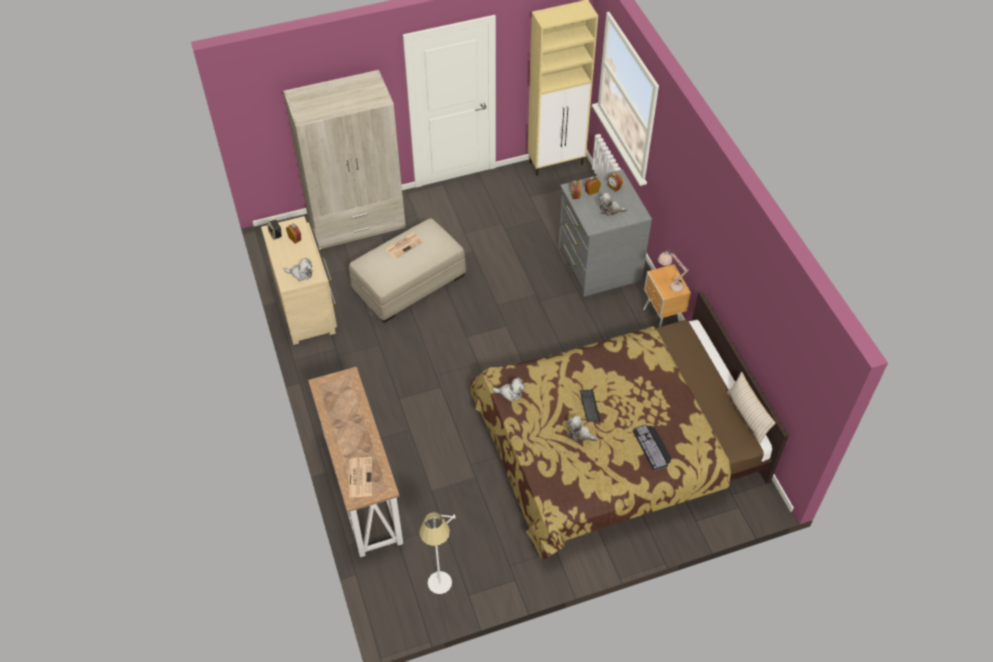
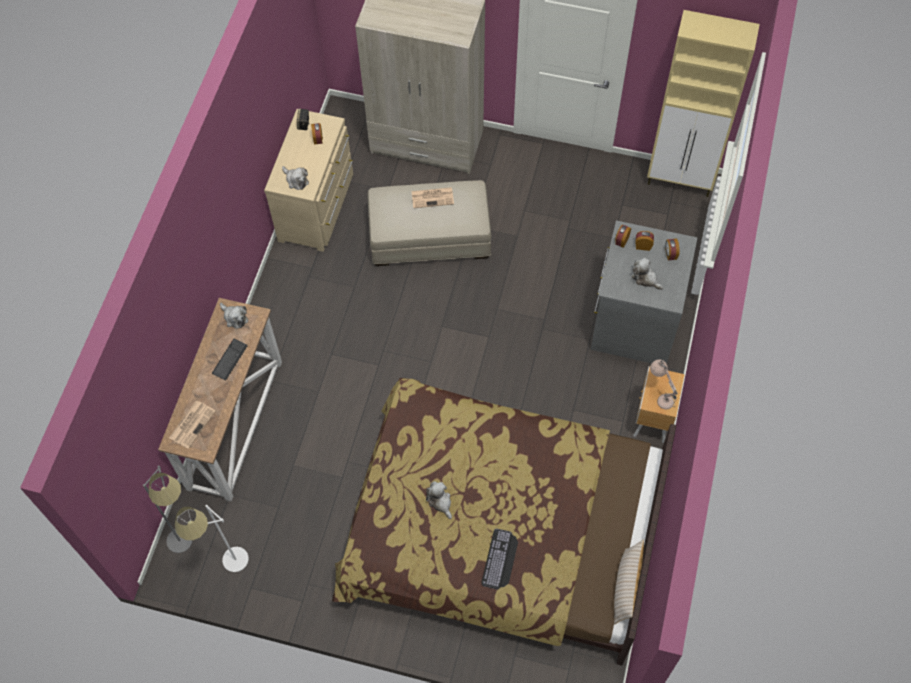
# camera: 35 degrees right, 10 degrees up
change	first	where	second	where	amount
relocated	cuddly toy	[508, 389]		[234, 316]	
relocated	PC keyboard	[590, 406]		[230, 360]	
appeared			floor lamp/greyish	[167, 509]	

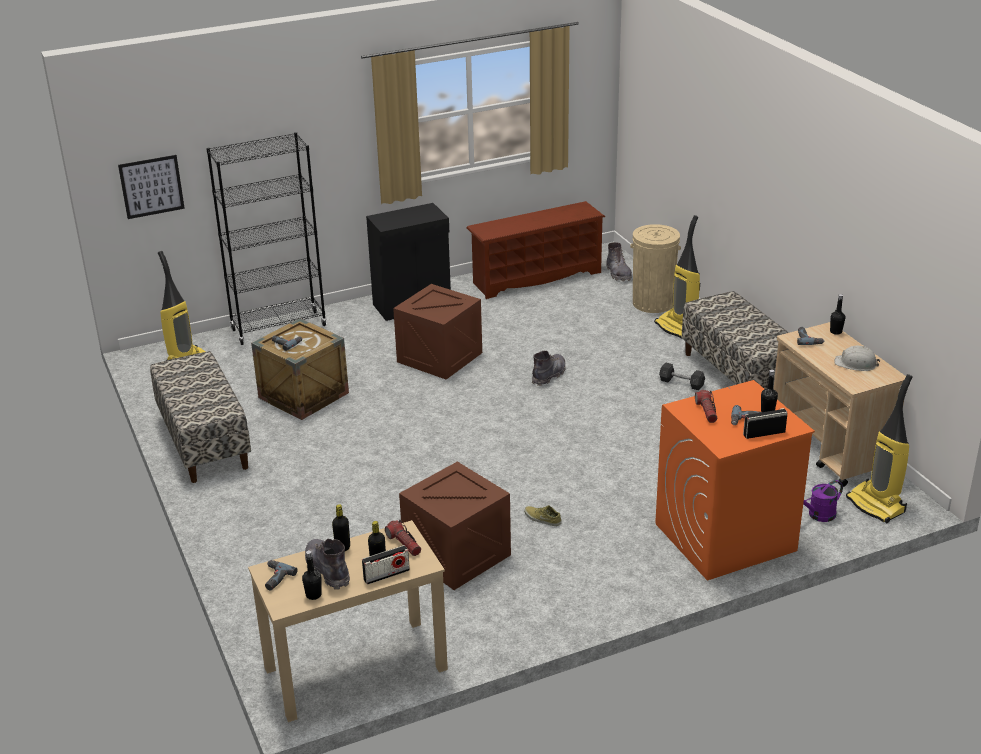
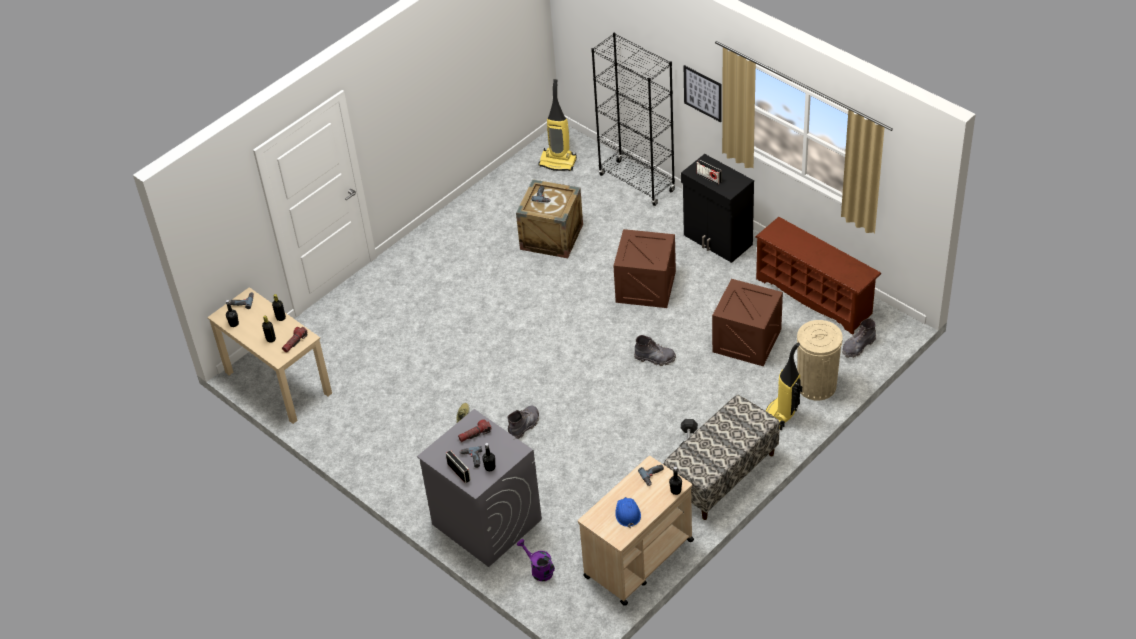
# camera: 70 degrees right, 15 degrees up
change	first	where	second	where	amount
relocated	wall art	[151, 187]		[703, 93]	
colour	work helmet/whitish	[857, 358]	work helmet/bluish	[628, 512]	
missing	bench	[200, 417]			
missing	hoover	[879, 448]			
colour	laundry machine/orange-coloured	[735, 480]	laundry machine/greyish	[479, 488]	
relocated	packing crate	[455, 525]		[747, 322]	
relocated	boot/greyish	[327, 564]		[523, 422]	
relocated	radio receiver	[386, 565]		[709, 172]	

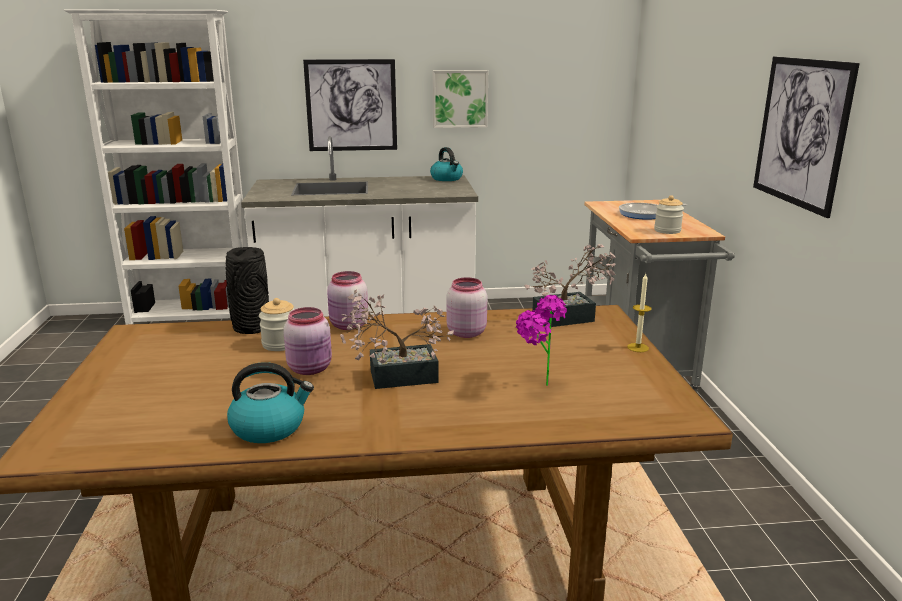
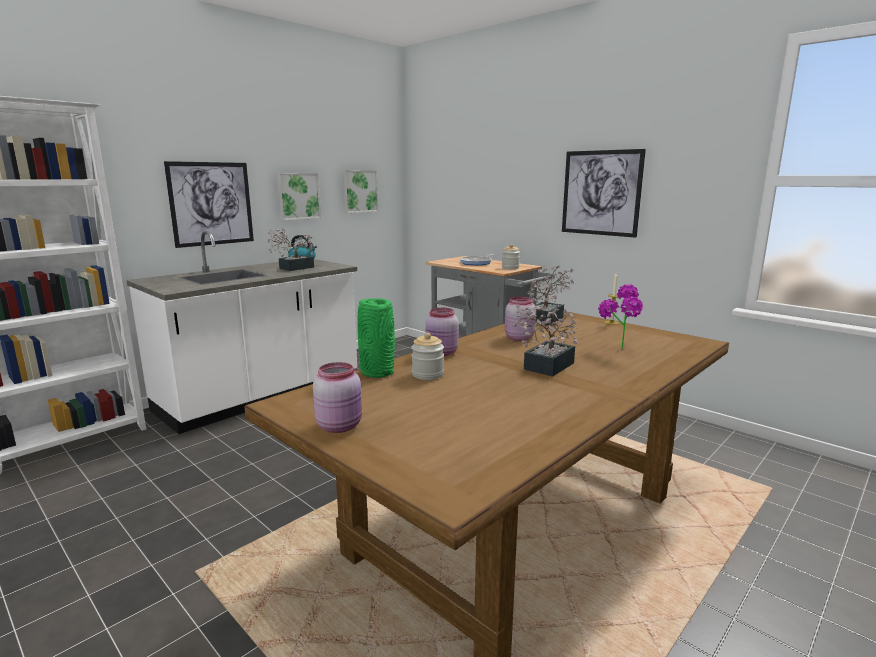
# camera: 40 degrees left, 5 degrees down
change	first	where	second	where	amount
colour	decorative vase/blackish	[247, 290]	decorative vase/greenish	[376, 338]	
relocated	jar/pinkish	[307, 341]		[337, 397]	
missing	kettle	[270, 402]			
appeared			wall art	[360, 191]	
appeared			potted plant	[292, 249]	

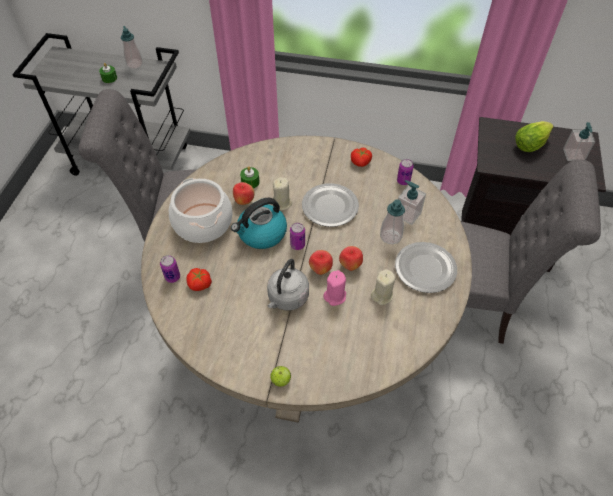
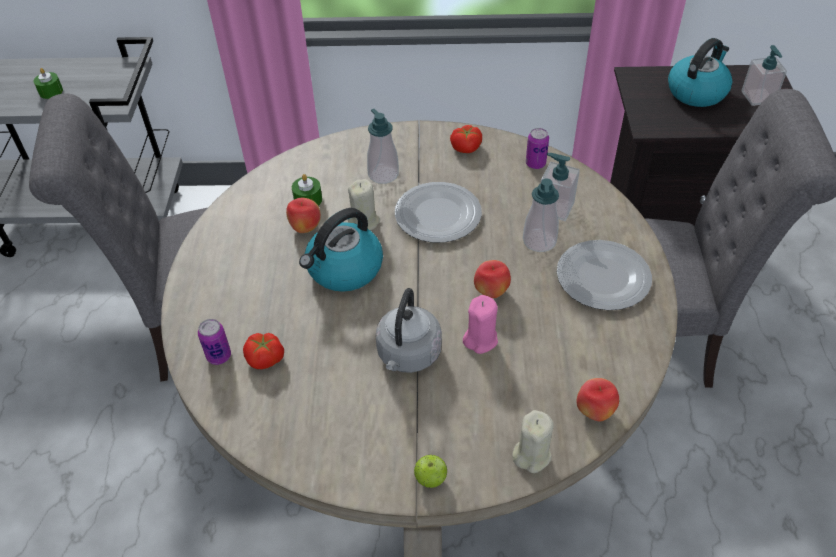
# camera: 10 degrees left, 5 degrees down
change	first	where	second	where	amount
relocated	soap bottle	[132, 47]		[383, 146]	
exchanged	head of lettuce	[534, 136]	kettle	[700, 72]	
missing	stockpot	[201, 210]			
missing	metal can	[297, 236]			
relocated	apple	[321, 262]		[597, 399]	
relocated	candle/beige-coloured	[383, 287]		[533, 441]	

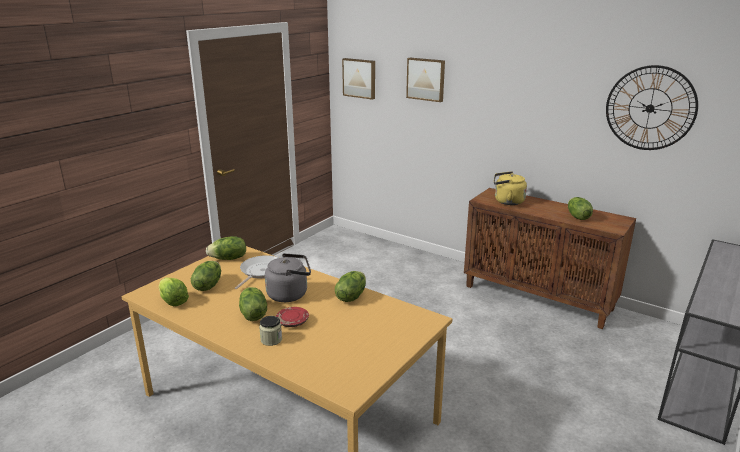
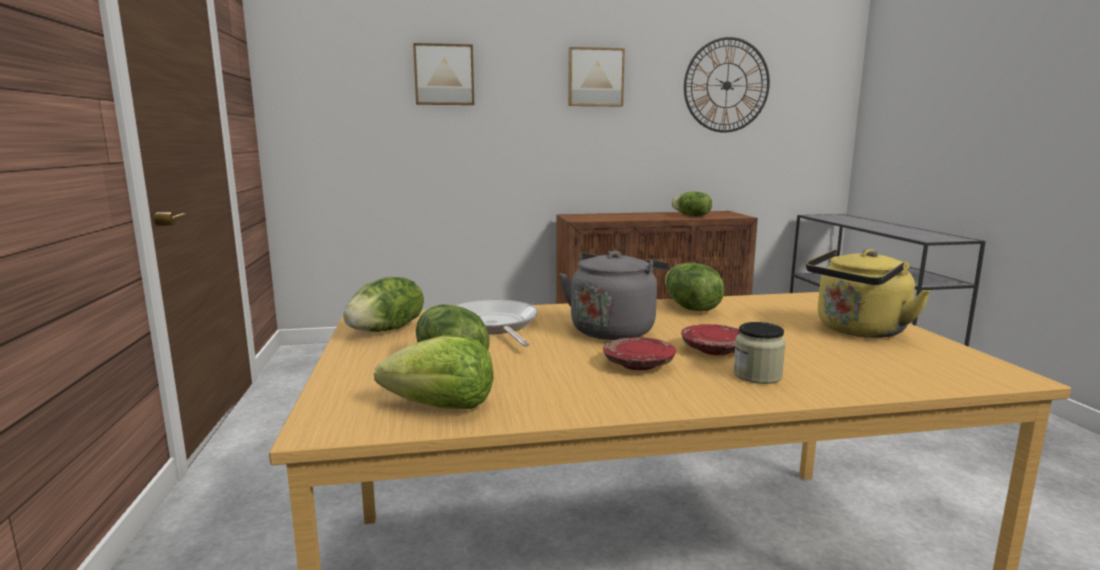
# camera: 45 degrees left, 10 degrees down
change	first	where	second	where	amount
relocated	wall art	[358, 79]		[596, 76]	
relocated	kettle/yellow	[510, 188]		[868, 293]	
exchanged	head of lettuce	[253, 304]	plate/red	[639, 353]	

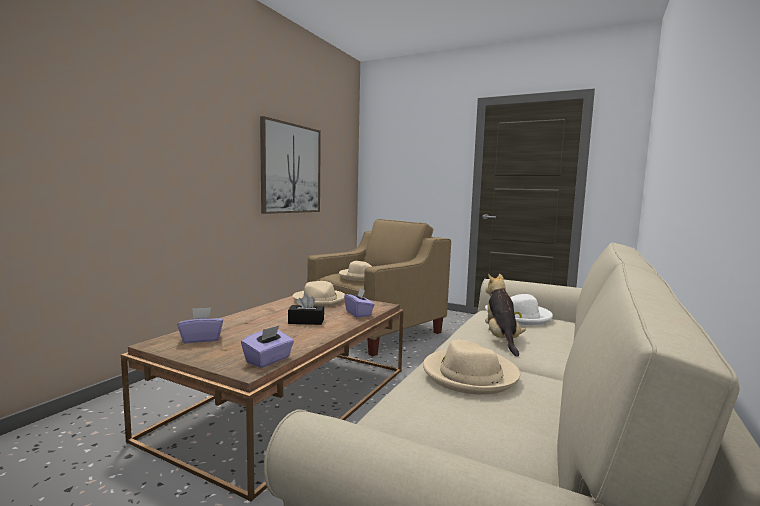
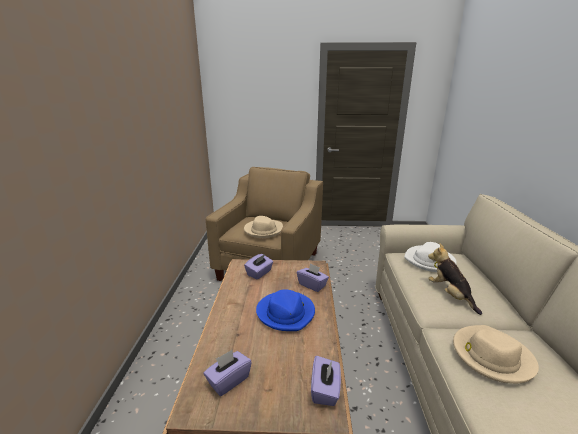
# camera: 25 degrees left, 15 degrees up
change	first	where	second	where	amount
missing	wall art	[290, 165]			
exchanged	clothing hat/beige-coloured	[319, 294]	box of tissues/purple	[258, 266]	
exchanged	box of tissues/blackish	[306, 309]	clothing hat/bluish	[285, 310]	

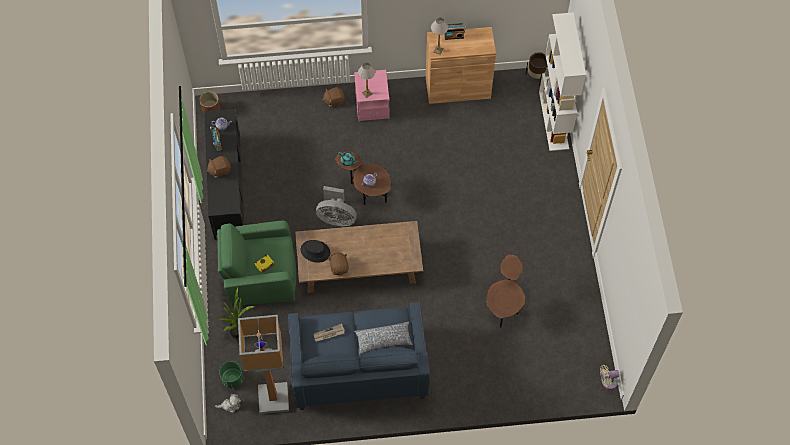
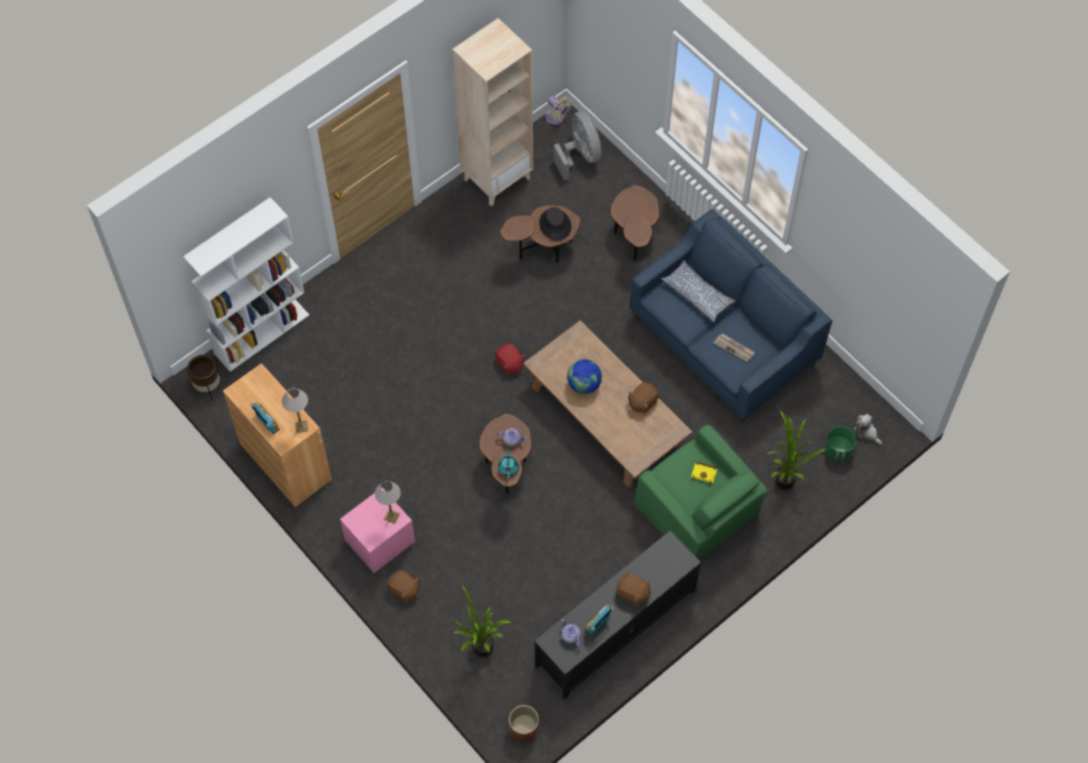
# camera: 125 degrees left, 0 degrees up
change	first	where	second	where	amount
relocated	electric fan/greyish	[336, 206]		[577, 146]	
relocated	clothing hat/blackish	[315, 251]		[555, 223]	
missing	floor lamp	[263, 364]			
appeared			shelving unit/beige-coloured	[492, 112]	
appeared			end table/brown-coloured	[635, 223]	
appeared			cuddly toy/red	[510, 359]	
appeared			desk globe	[584, 376]	
appeared			potted plant	[483, 622]	

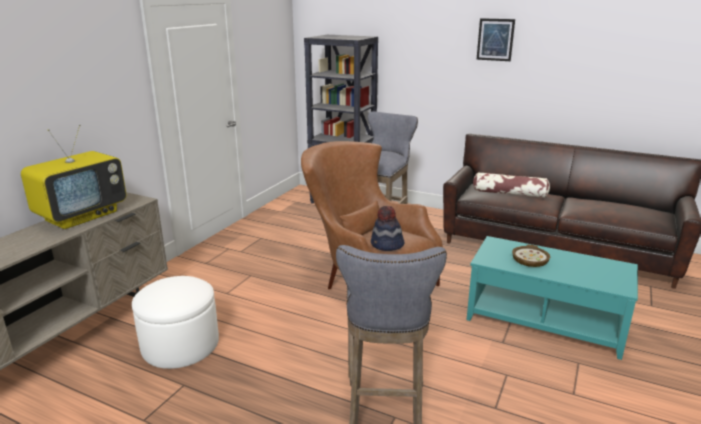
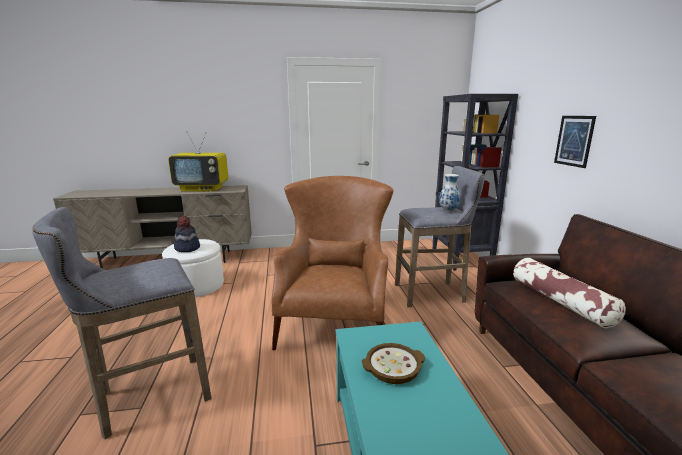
# camera: 55 degrees right, 5 degrees down
change	first	where	second	where	amount
relocated	wall art	[495, 39]		[575, 142]	
relocated	clothing hat	[388, 228]		[187, 234]	
appeared			decorative vase	[449, 192]	

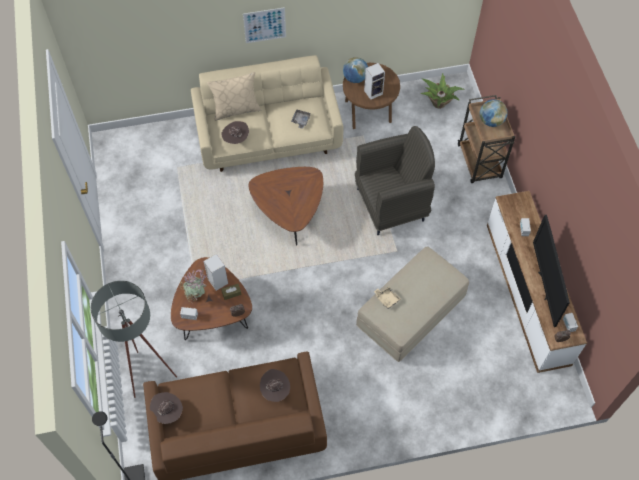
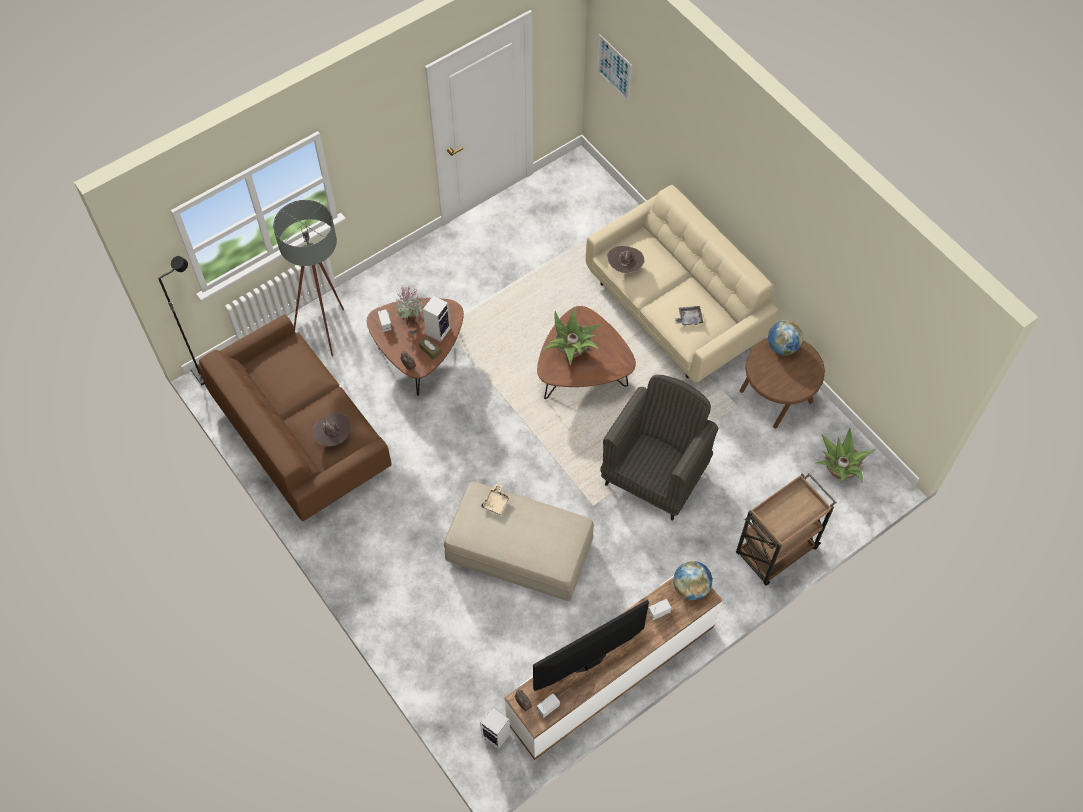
# camera: 65 degrees right, 0 degrees up
change	first	where	second	where	amount
relocated	wall art	[264, 25]		[614, 68]	
relocated	audio speaker	[374, 81]		[495, 728]	
missing	throw pillow/beige-coloured	[234, 96]			
relocated	desk globe	[494, 113]		[693, 580]	
spun	easy chair/greyish	[395, 180]		[659, 447]	105 degrees counterclockwise
missing	clothing hat/brown-coloured	[166, 408]			
appeared			potted plant	[572, 336]	

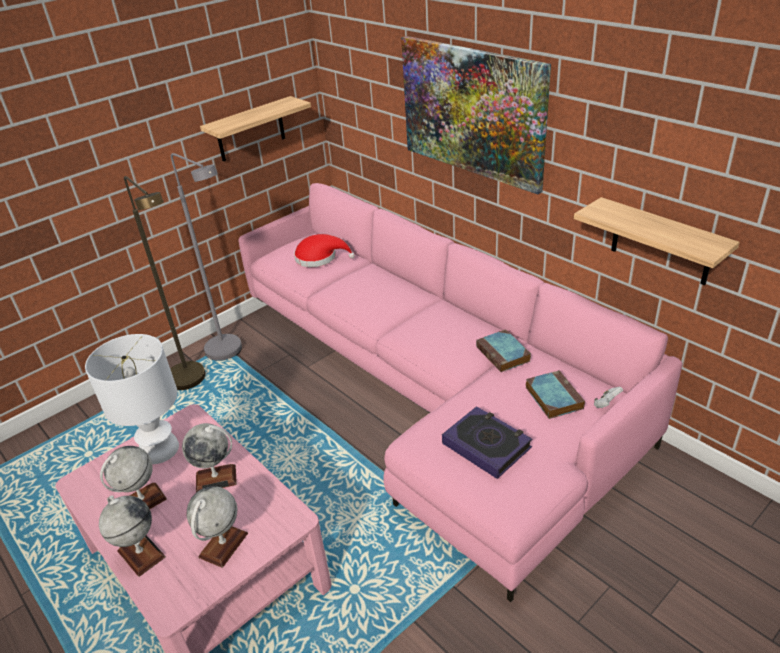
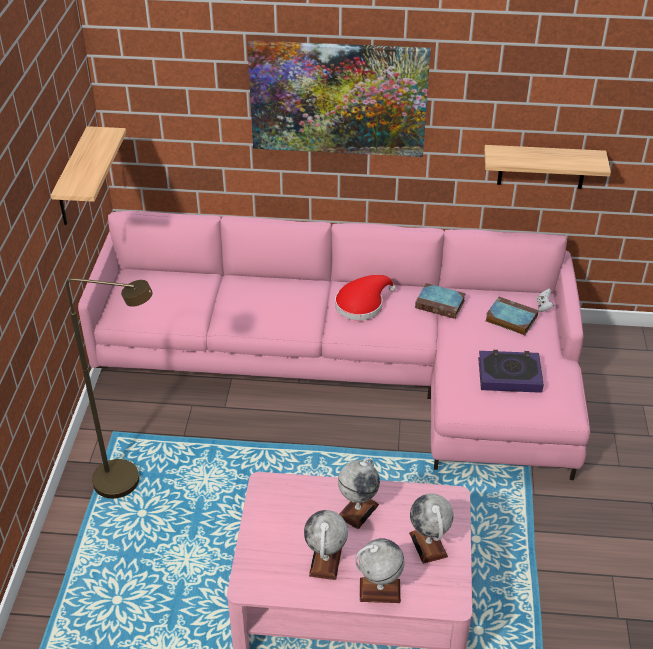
# camera: 45 degrees left, 5 degrees up
change	first	where	second	where	amount
missing	floor lamp/greyish	[206, 257]			
relocated	clothing hat/red	[324, 250]		[365, 297]	
missing	table lamp/whitish	[132, 399]			

